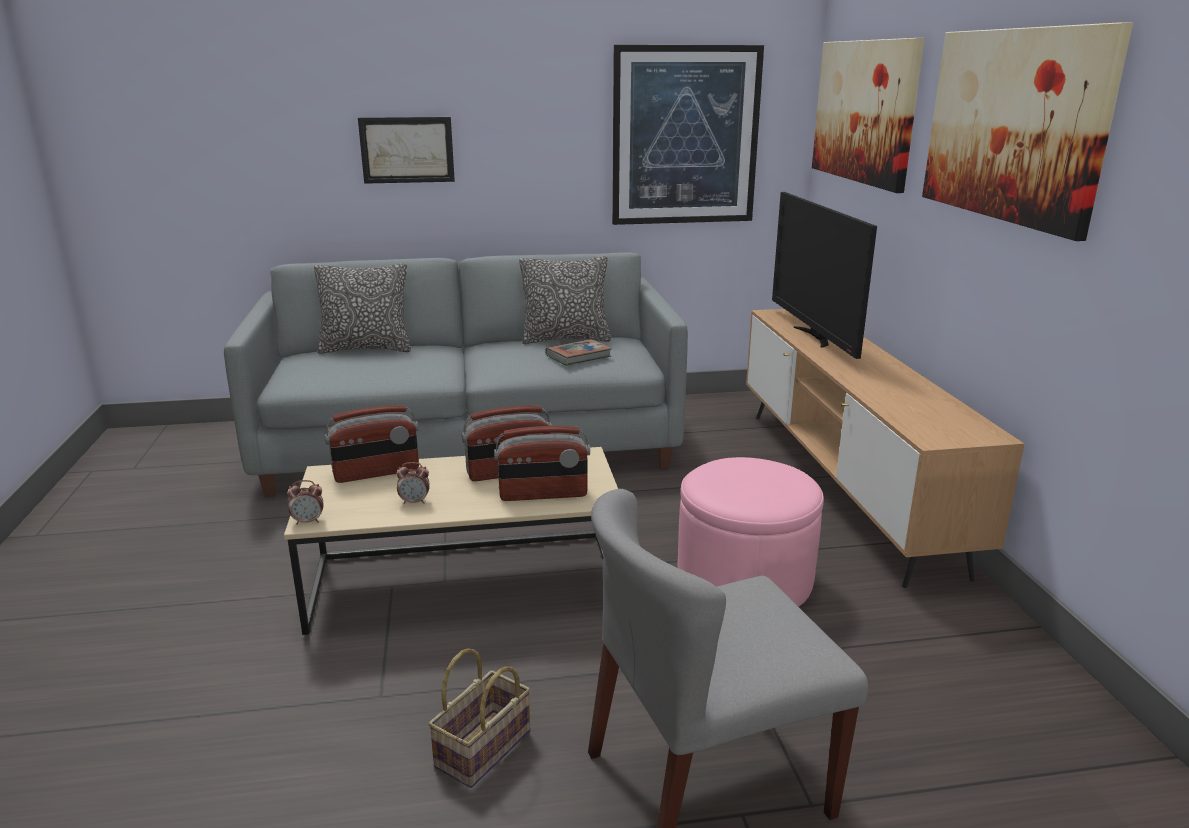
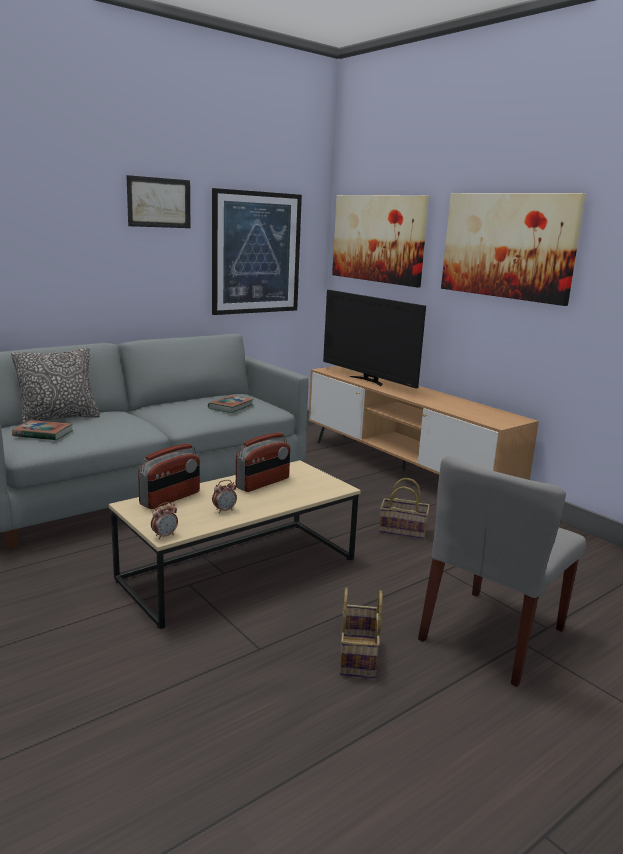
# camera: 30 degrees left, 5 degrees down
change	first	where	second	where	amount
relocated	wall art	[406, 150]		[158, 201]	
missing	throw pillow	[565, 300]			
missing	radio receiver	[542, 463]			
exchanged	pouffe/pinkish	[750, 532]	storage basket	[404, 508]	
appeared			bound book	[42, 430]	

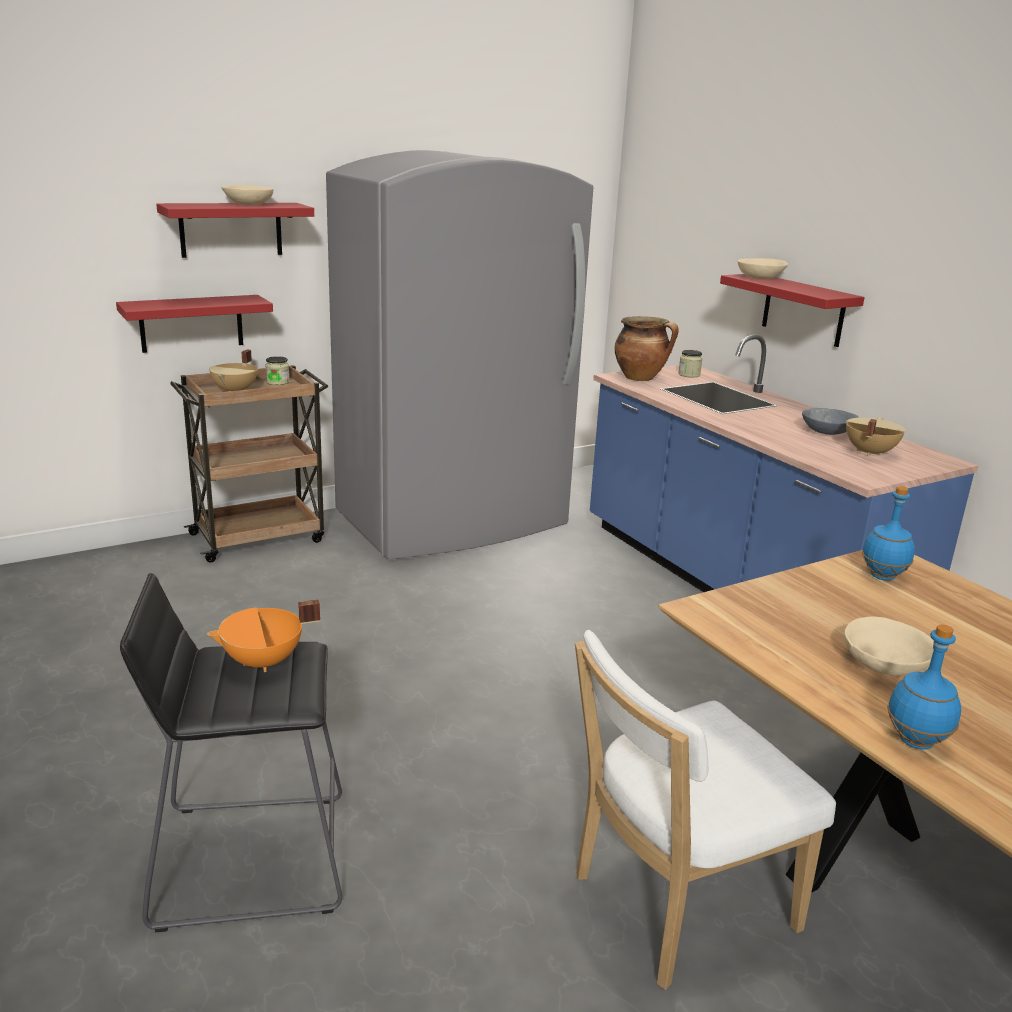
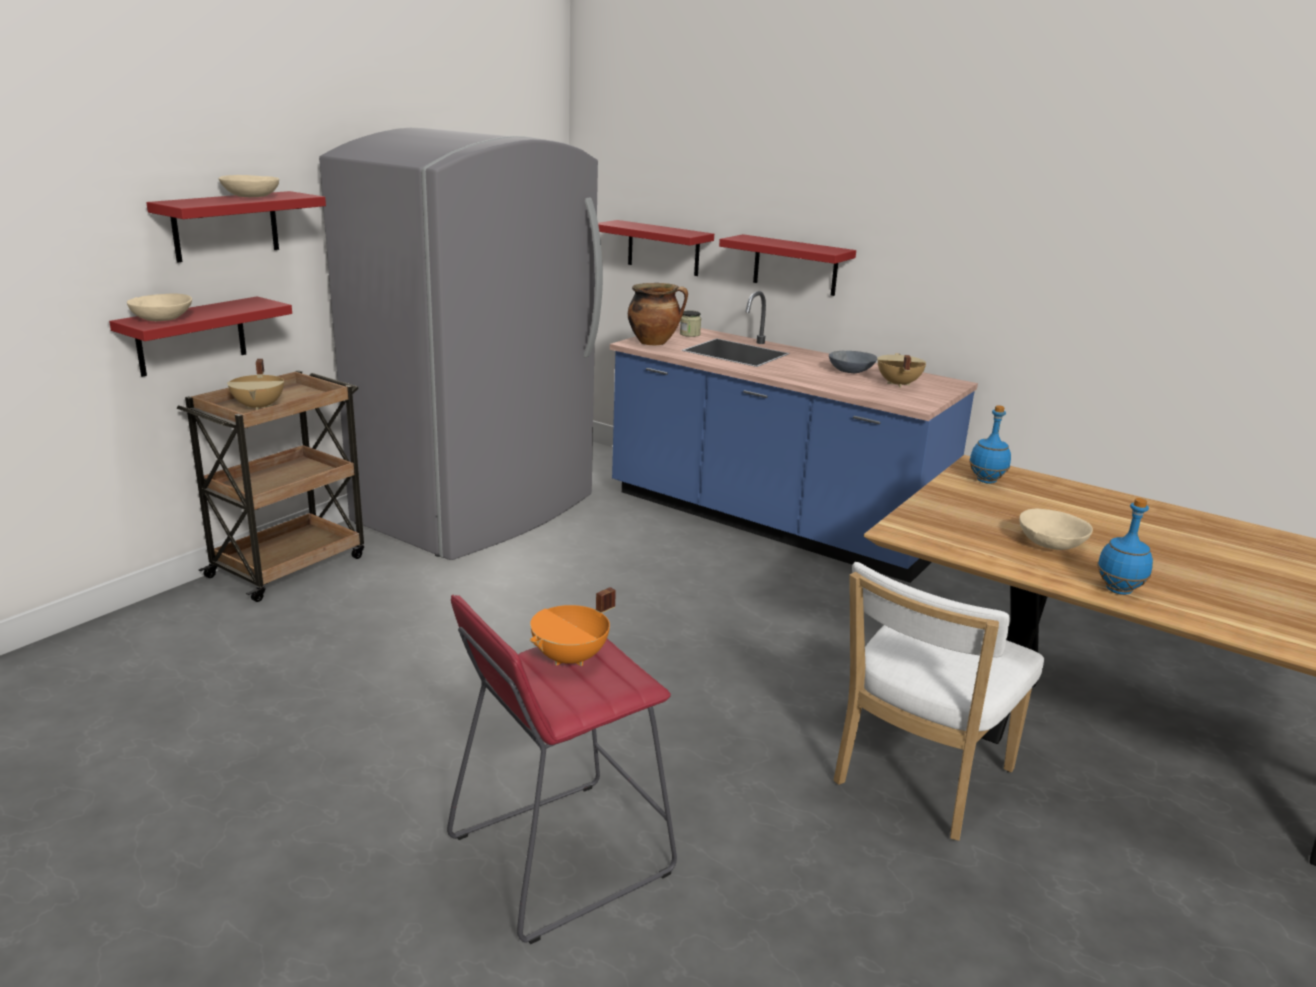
# camera: 25 degrees left, 0 degrees up
change	first	where	second	where	amount
relocated	bowl/beige-coloured	[763, 268]		[159, 307]	
missing	jar	[277, 370]			
colour	stool seat/blackish	[231, 752]	stool seat/red	[562, 769]	
appeared			shelf/red	[656, 248]	

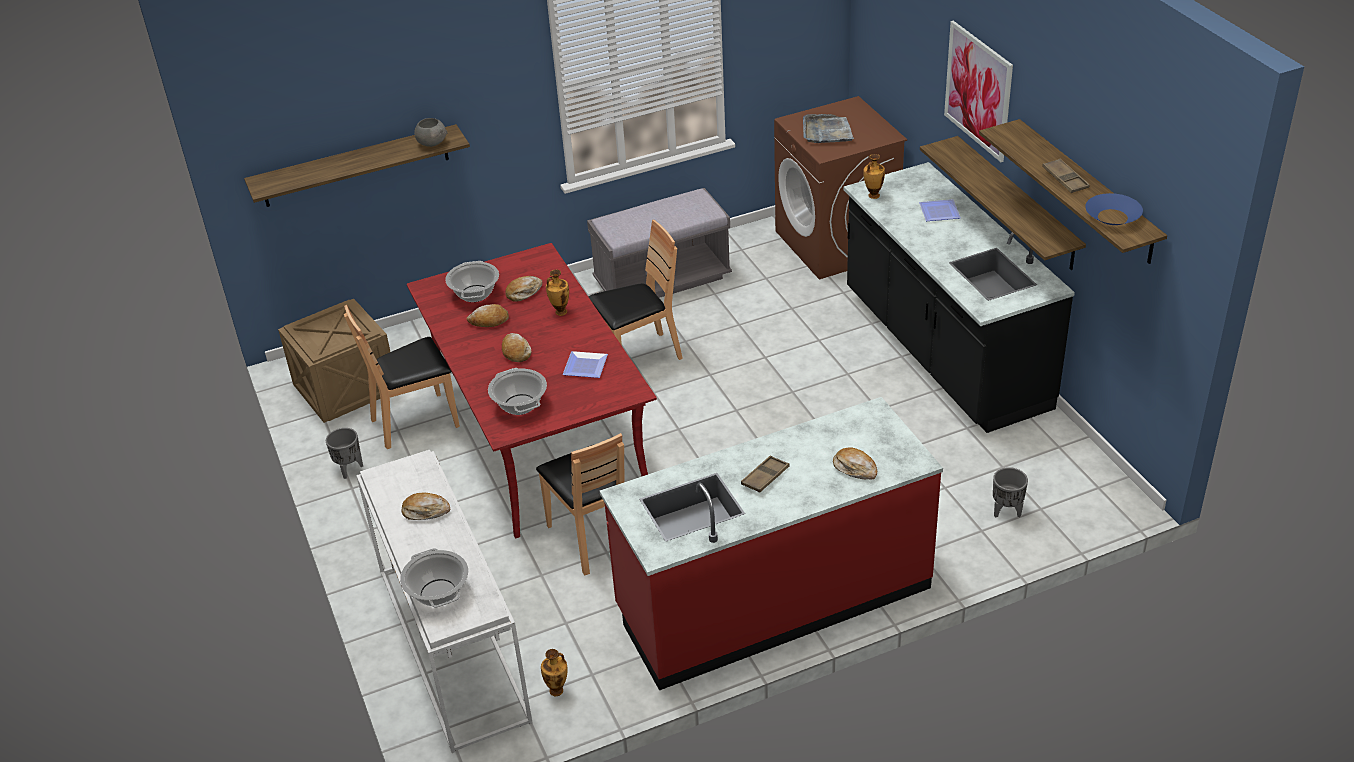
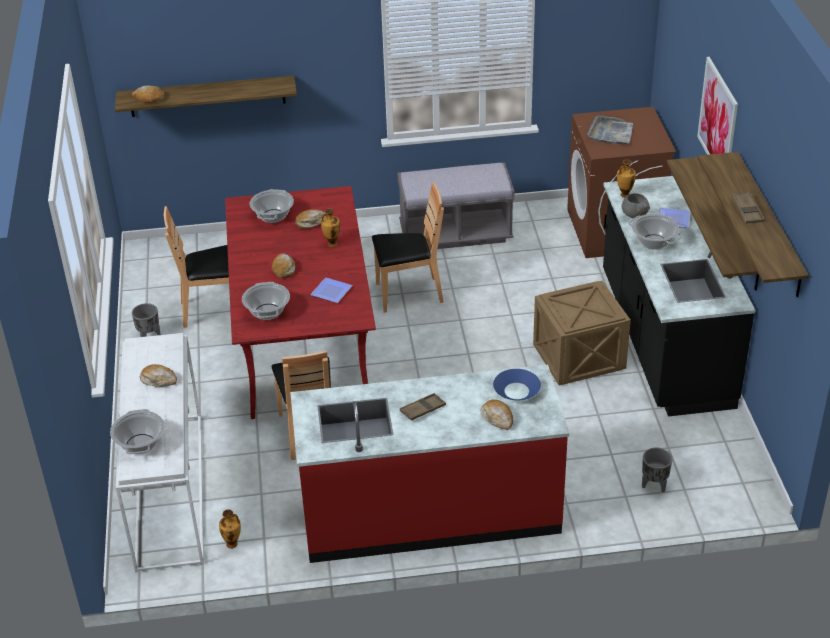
# camera: 15 degrees right, 0 degrees up
change	first	where	second	where	amount
relocated	bowl/greyish	[431, 132]		[636, 205]	
relocated	bowl/bluish	[1114, 209]		[517, 384]	
relocated	packing crate	[334, 361]		[582, 333]	
relocated	bakery bread	[487, 315]		[148, 94]	
appeared			stockpot	[655, 232]	

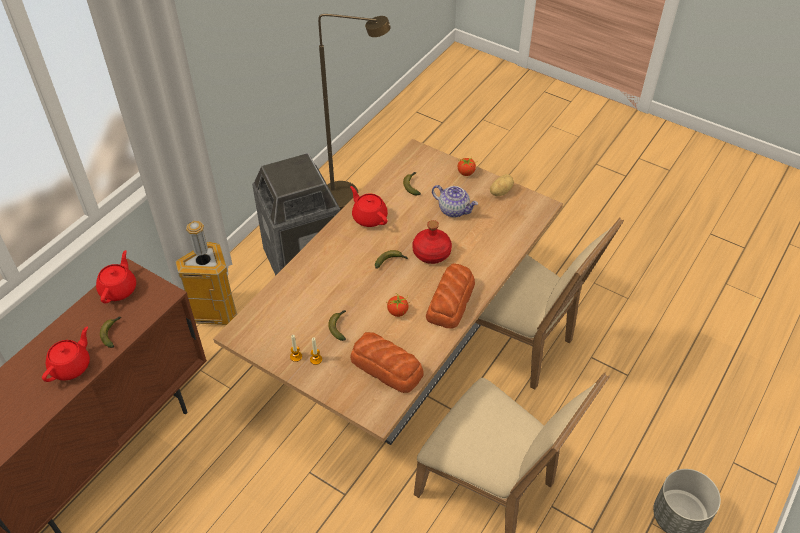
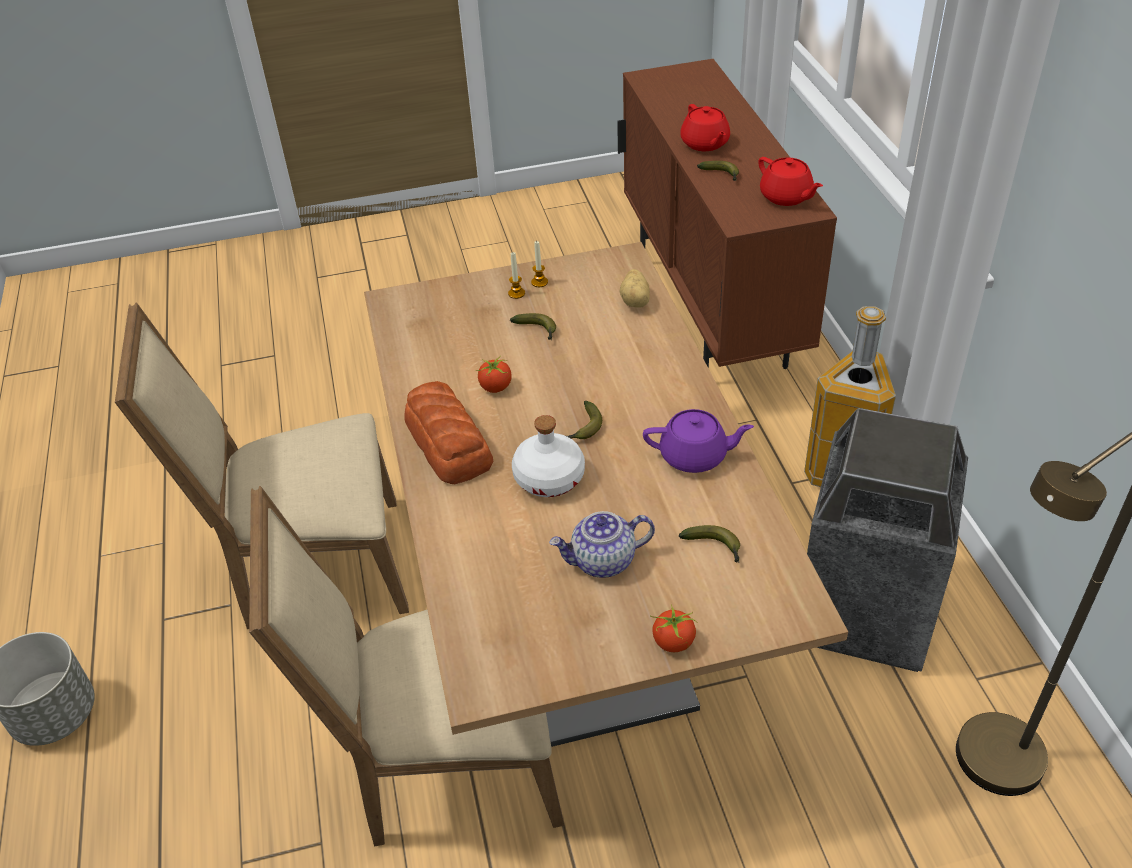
# camera: 135 degrees right, 5 degrees down
change	first	where	second	where	amount
relocated	spud	[502, 185]		[634, 288]	
colour	tea pot/red	[369, 206]	tea pot/purple	[698, 441]	
colour	beverage bottle/red	[432, 242]	beverage bottle/whitish	[548, 456]	
missing	bakery bread	[387, 362]			

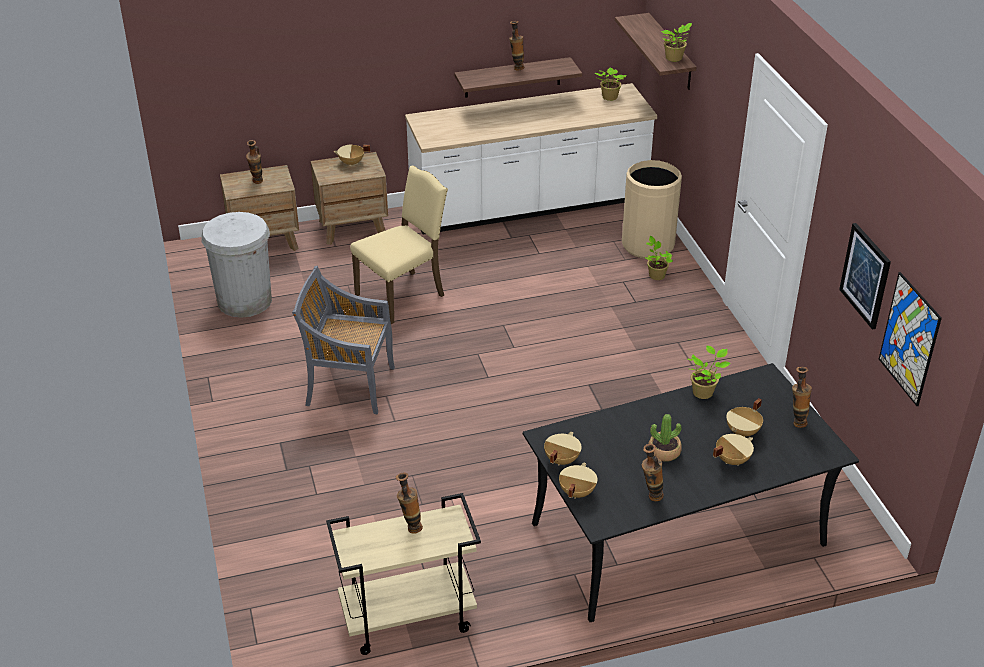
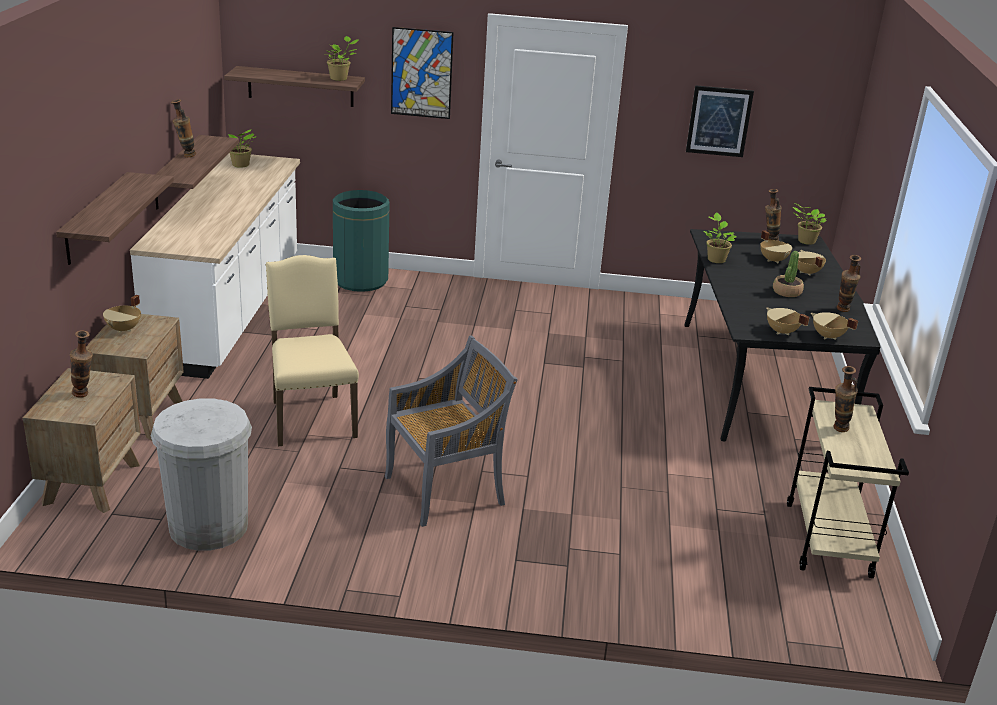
# camera: 70 degrees left, 10 degrees down
change	first	where	second	where	amount
colour	trash can/beige-coloured	[652, 209]	trash can/greenish	[361, 241]	
relocated	potted plant	[659, 258]		[809, 224]	
spun	plain chair/greyish	[343, 340]		[451, 431]	150 degrees counterclockwise
relocated	wall art	[910, 339]		[422, 73]	
appeared			shelf	[115, 218]	

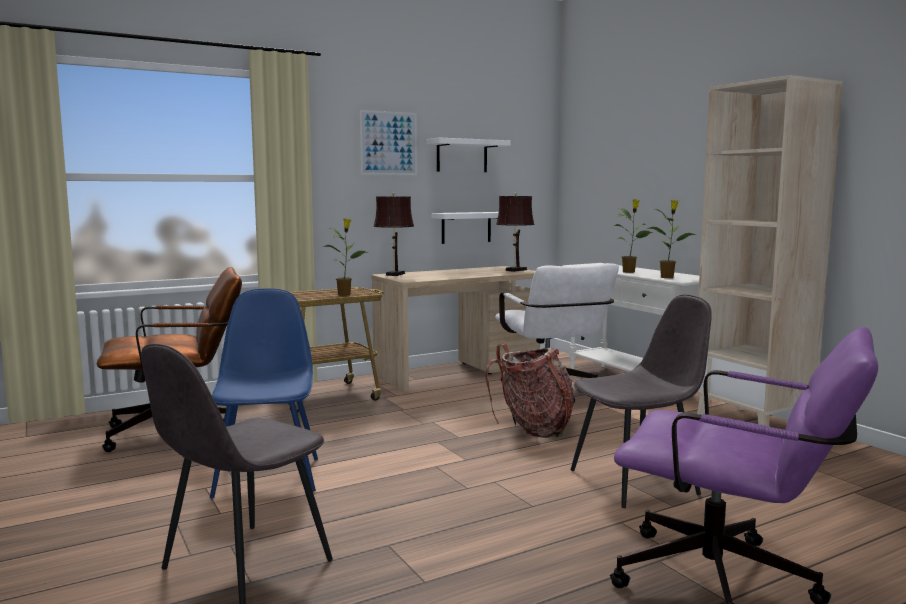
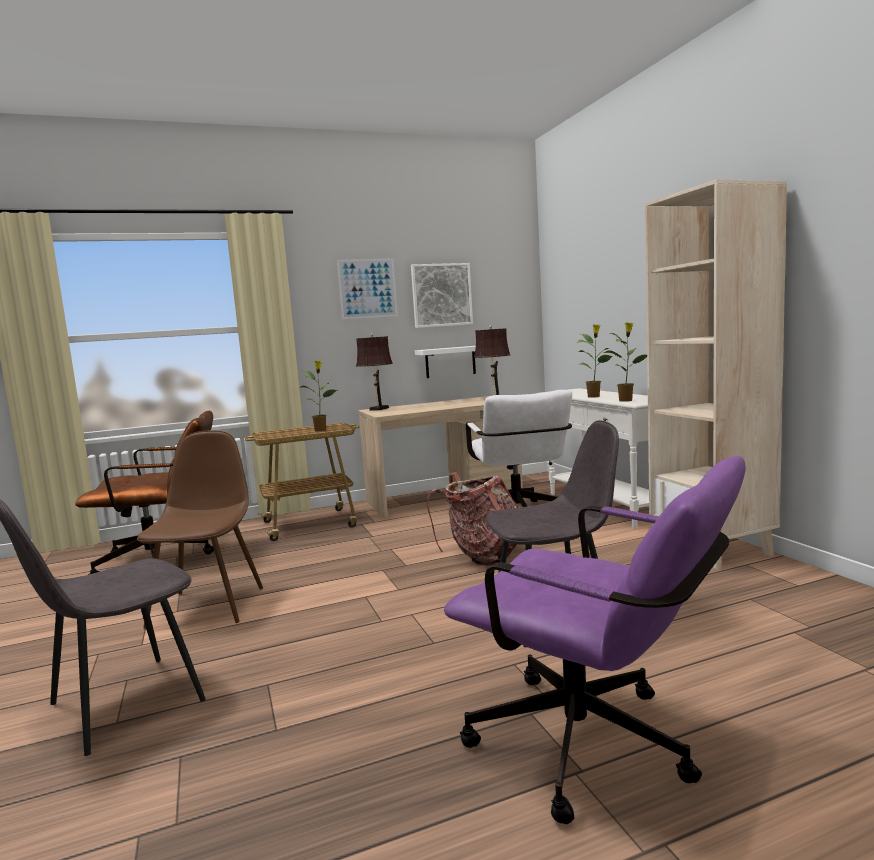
# camera: 10 degrees right, 0 degrees up
change	first	where	second	where	amount
exchanged	shelf/whitish	[468, 155]	wall art	[442, 295]	
colour	plain chair/bluish	[264, 393]	plain chair/brown-coloured	[200, 529]	

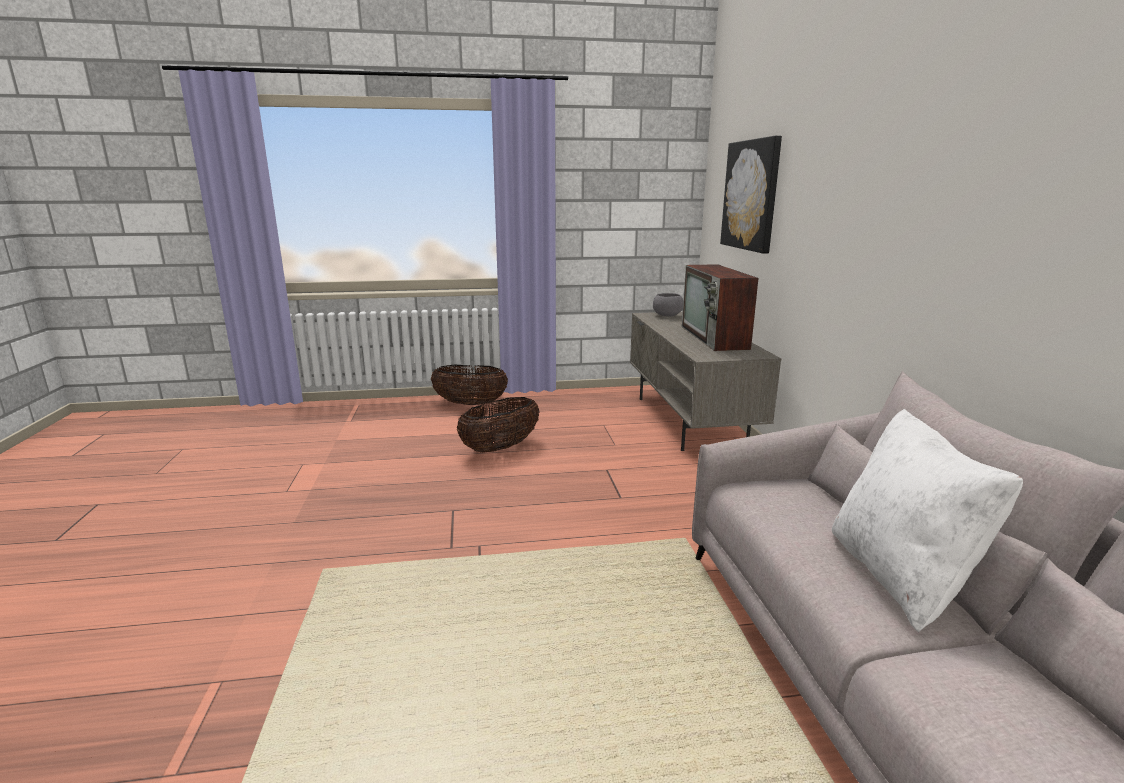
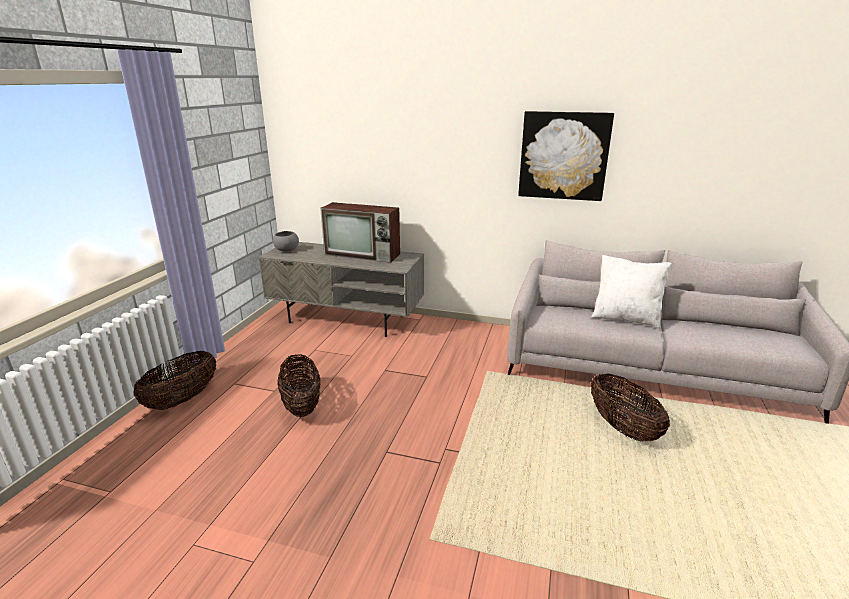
# camera: 65 degrees left, 5 degrees up
change	first	where	second	where	amount
relocated	wall art	[751, 195]		[566, 156]	
appeared			storage basket	[630, 407]	

